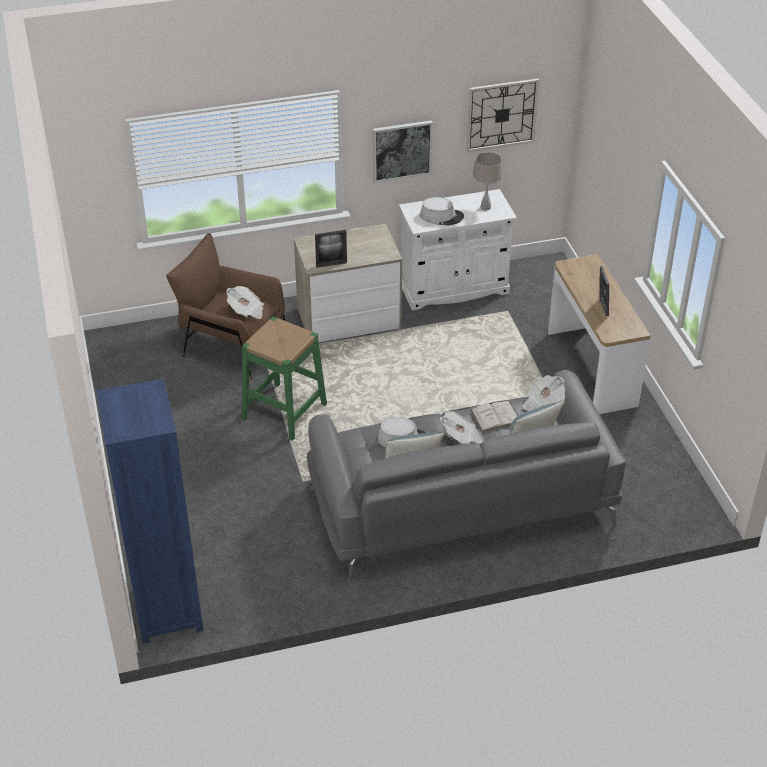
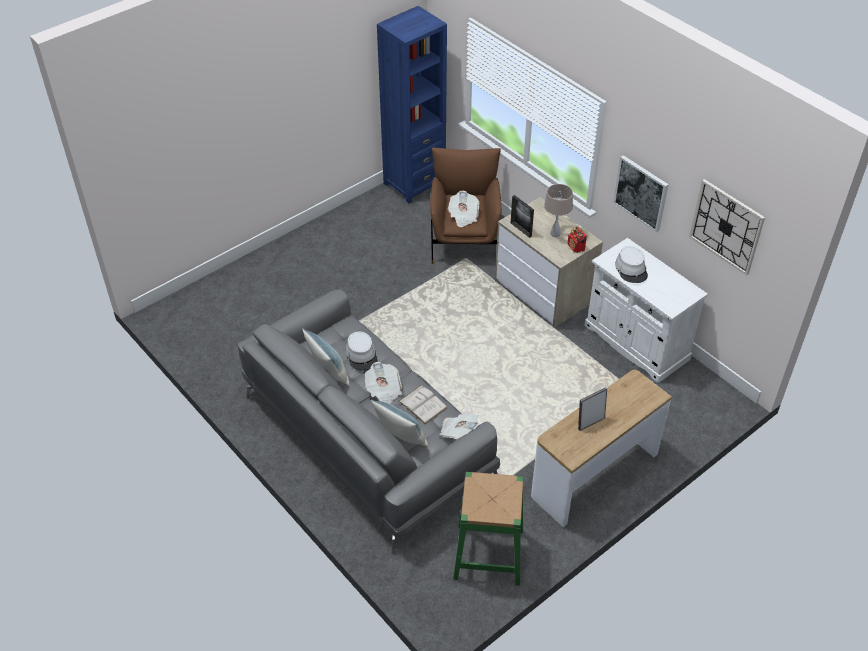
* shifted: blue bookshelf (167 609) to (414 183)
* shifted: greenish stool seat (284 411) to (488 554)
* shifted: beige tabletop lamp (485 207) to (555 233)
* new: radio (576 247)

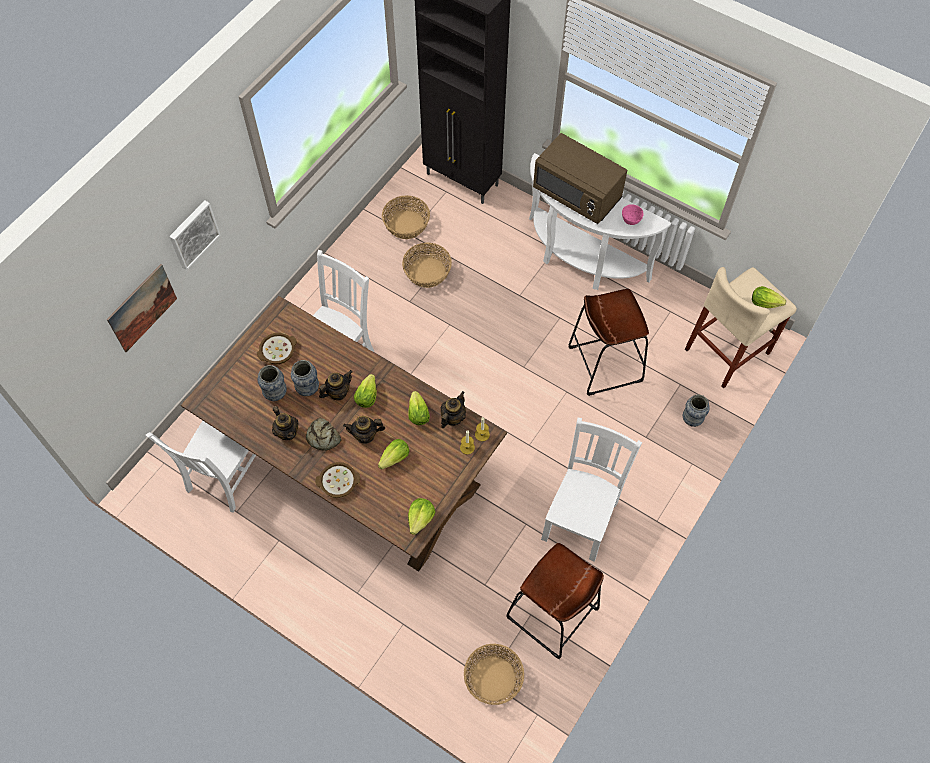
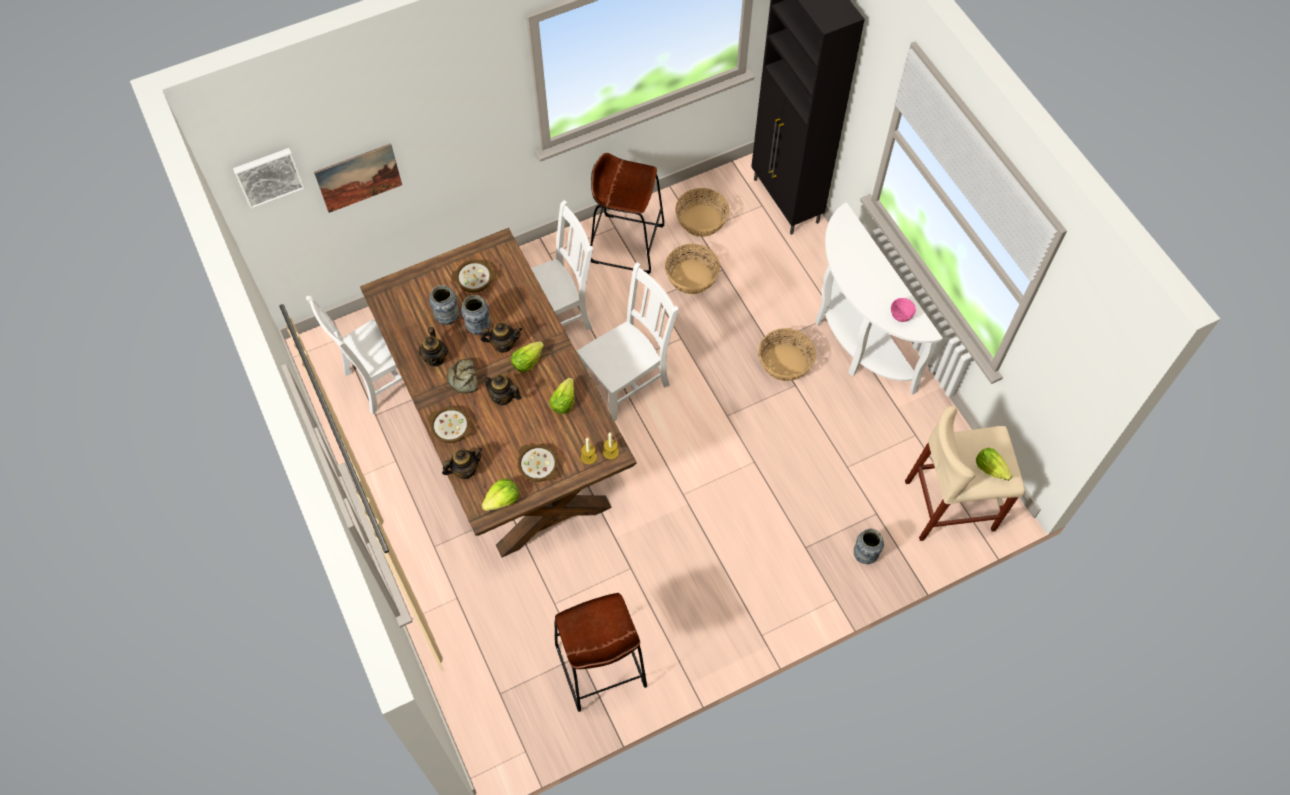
* shifted: wall picture (193 234) to (268 176)
* shifted: pot for tea (452 418) to (464 470)
* new: deep dish (538 465)
* shifted: white-coloured plain chair (581 518) to (627 381)
* shifted: brown-coloured stool seat (604 364) to (627 243)
* shifted: basket (493 678) to (785 362)
* gone: lettuce head (395 458)
* gone: brown-coloured microwave oven (577 194)

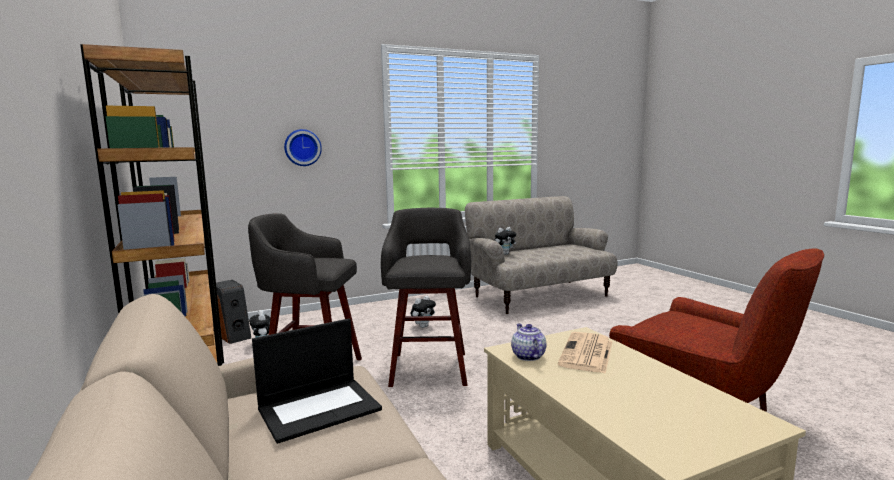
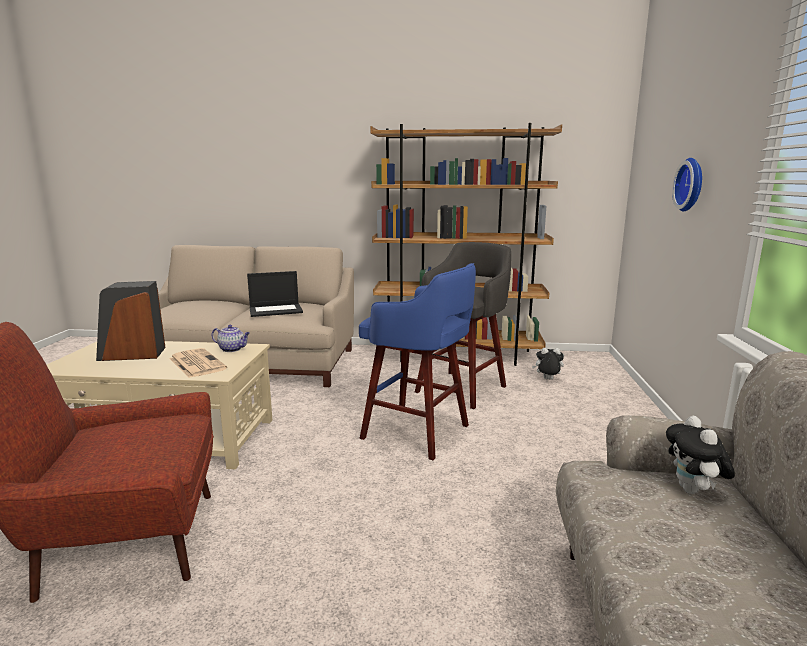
* shifted: audio speaker (233 335) to (132 354)
* rotated: notebook computer (320 408) = (276 310) 105 degrees counterclockwise
* repainted: gray stool seat (429 367) to blue stool seat (419 433)
* gone: cuddly toy (423 326)

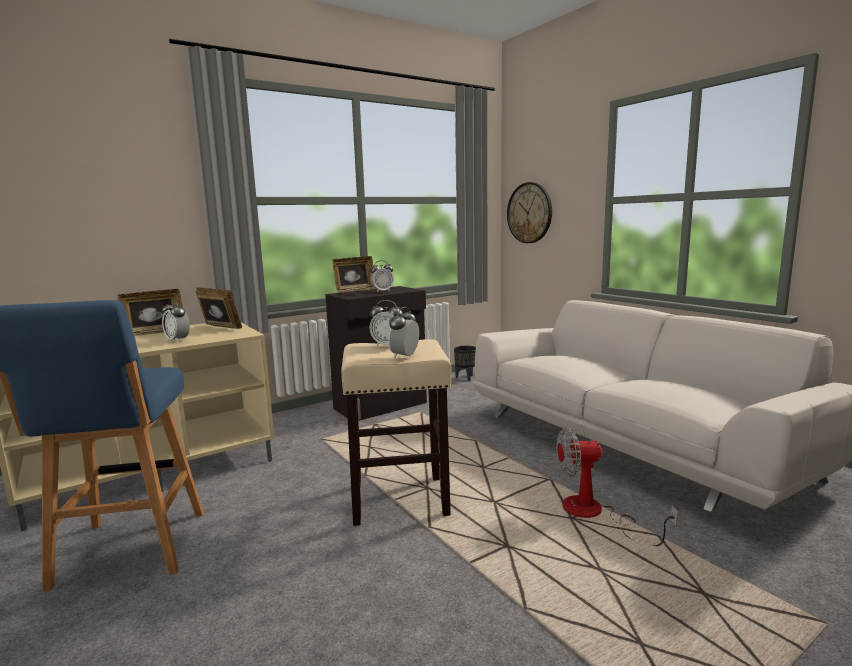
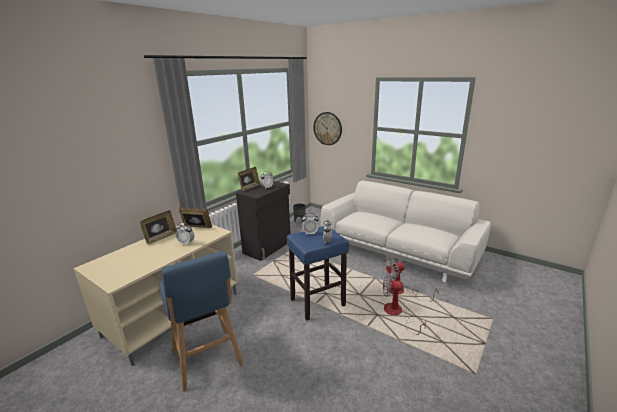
* repainted: beige stool seat (400 500) to blue stool seat (318 302)
* new: cooling fan (397 314)

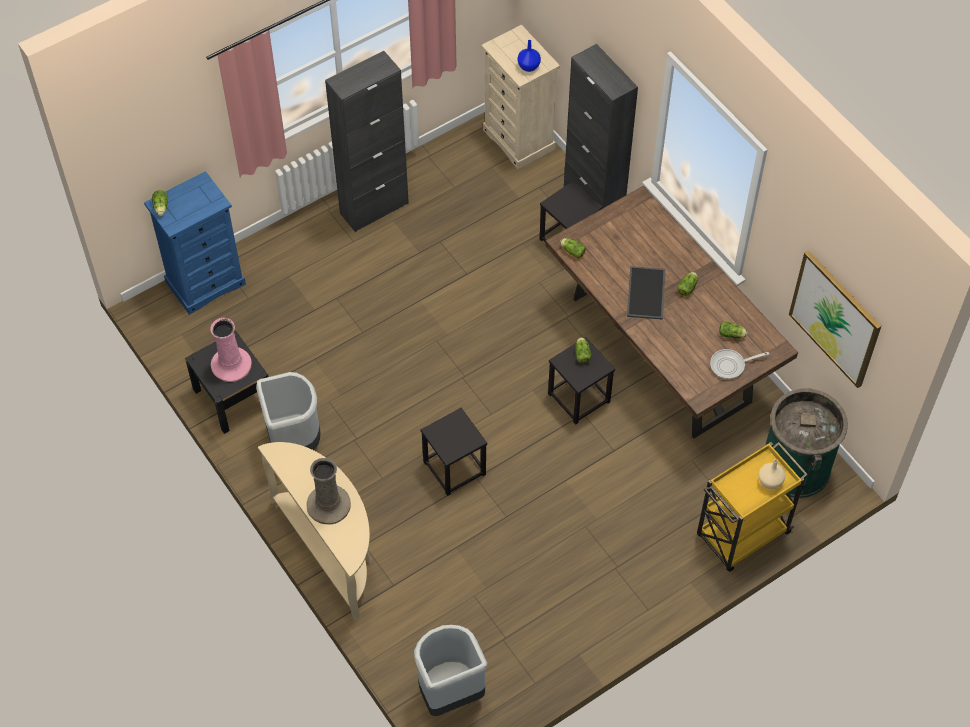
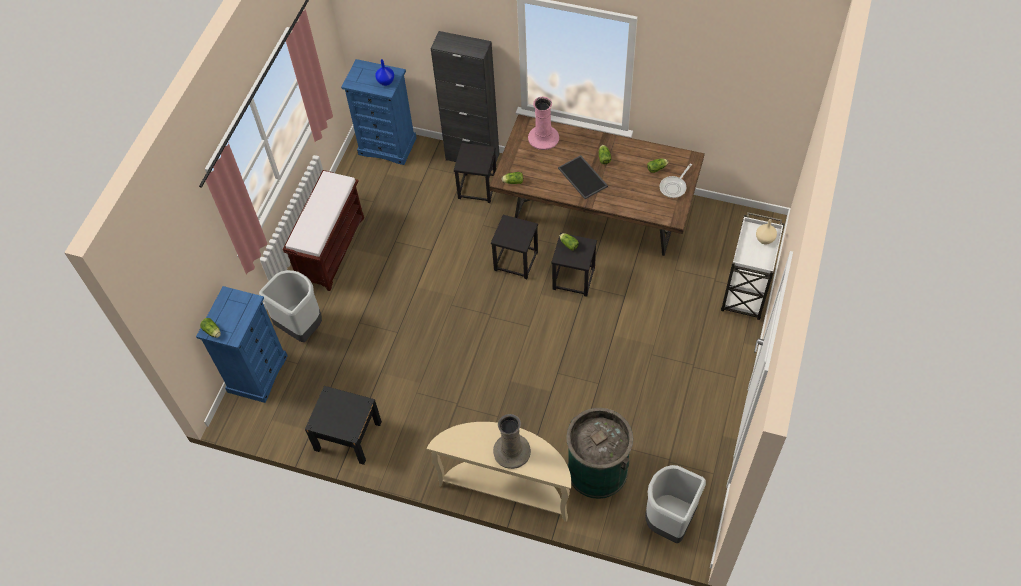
* shifted: gray trash can (294 443) to (301 327)
* swapped: black-coloured cupboard (374 208) to brown-coloured long seat (331 248)
* repainted: beige dresser (519 139) to blue dresser (387 146)
* shifted: black-coloured stool seat (454 468) to (515 261)
* shifted: pink-coloured vase (231 365) to (543 138)
* shifted: greenish trash can (795 467) to (597 470)
* repainted: yellow wheeled cart (741 535) to white-coloured wheeled cart (745 293)
* gone: wall picture (835 318)

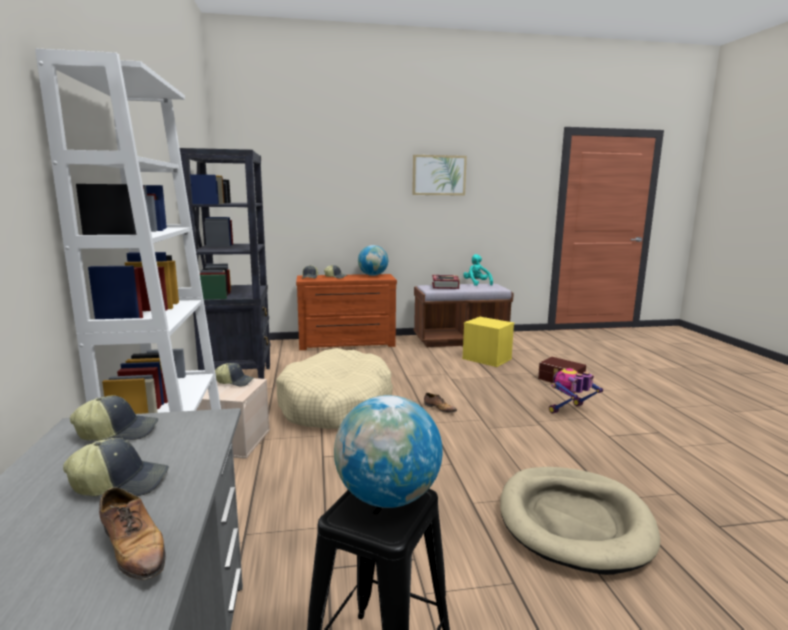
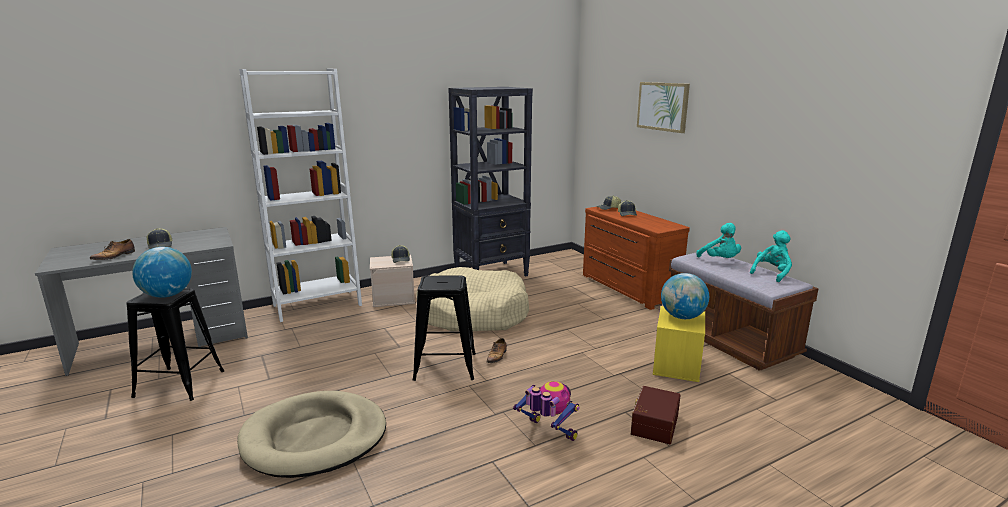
* new: black-coloured stool seat (445 366)
* shifted: wall picture (439 175) to (663 106)
* shifted: globe (373 275) to (682 317)
* swapped: bound book (445 286) to turquoise cuddly toy (720 260)
* gone: peaked cap (118 432)

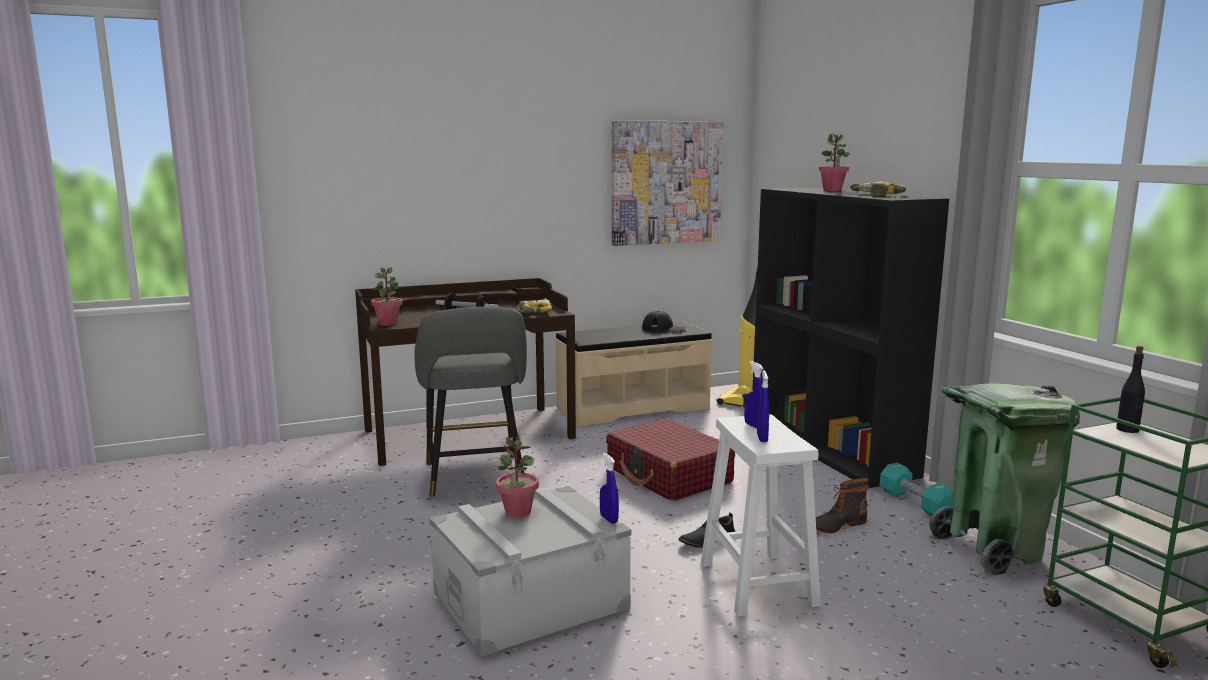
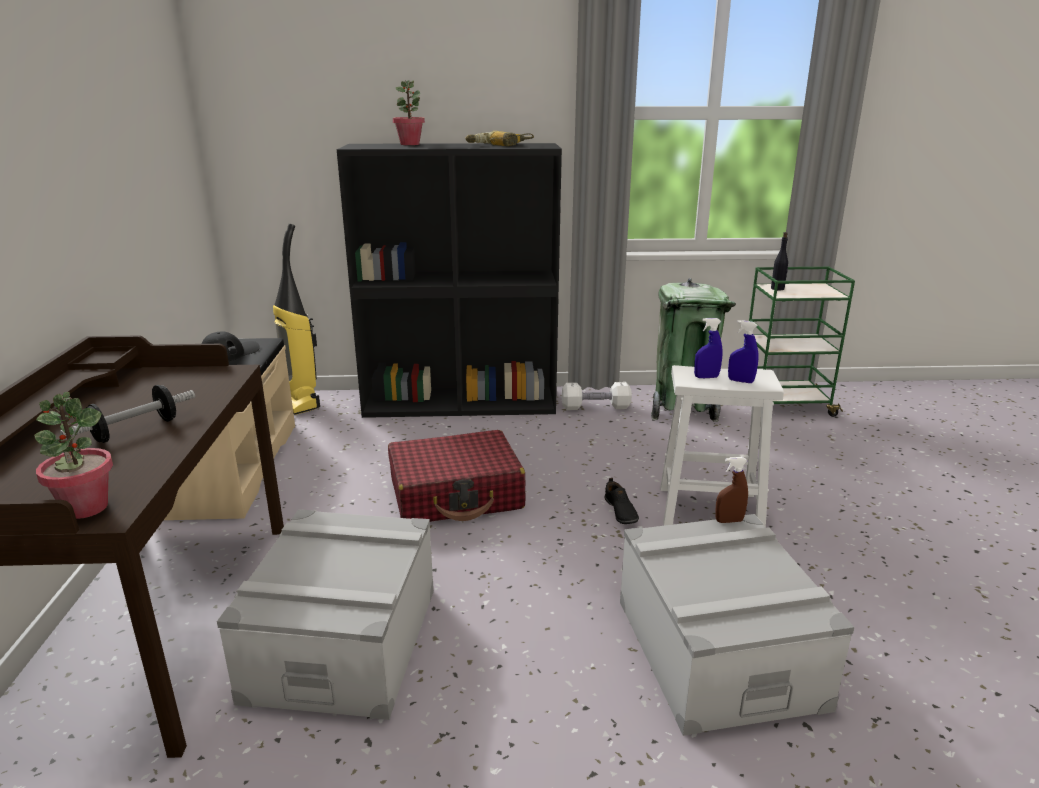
* swapped: gray stool seat (475 478) to gray storage box (344 642)
* repainted: turquoise free weight (915 504) to white-coloured free weight (595 407)
* repainted: blue sprayer (609 519) to brown-coloured sprayer (729 521)
* gone: plant in a pot (517 512)
* gone: power drill (534 311)
* gone: wall picture (666 182)
* gone: tall boot (836 525)

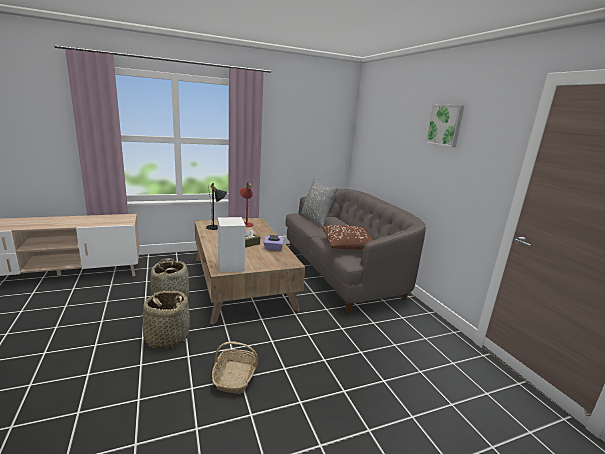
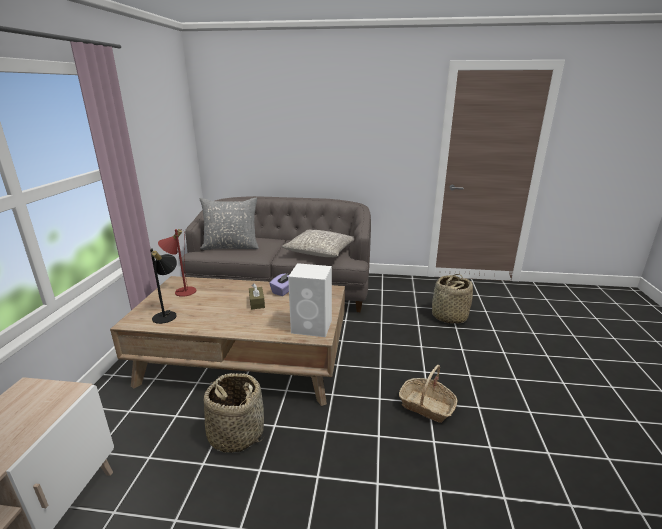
* repainted: brown-coloured pillow (348 245) to gray pillow (320 251)
* shifted: basket (167 337) to (449 316)
* gone: wall picture (445 125)

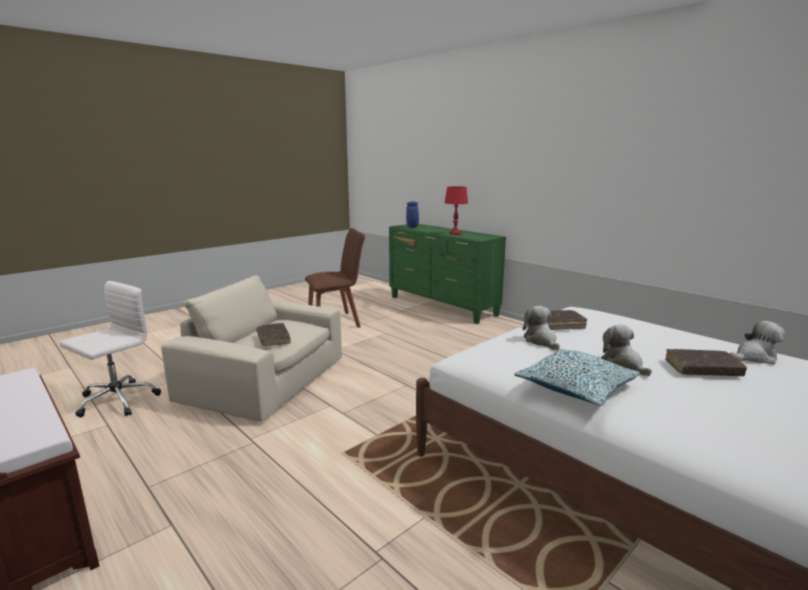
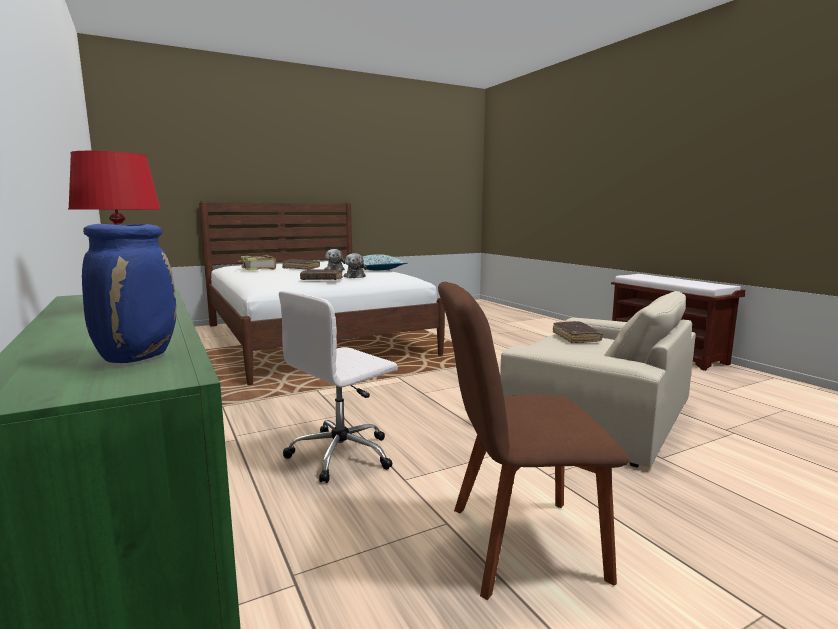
* swapped: cuddly toy (754 357) to bound book (258 269)
* shifted: white-coloured office chair (116 401) to (343 454)

